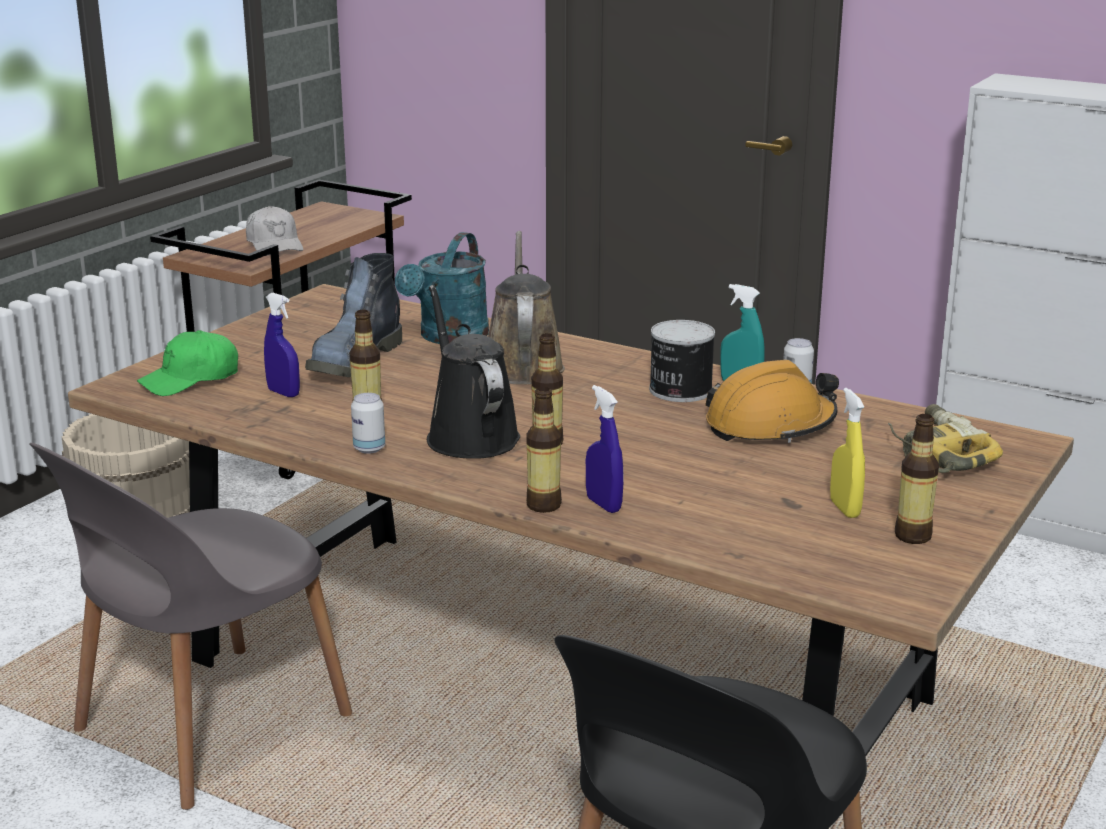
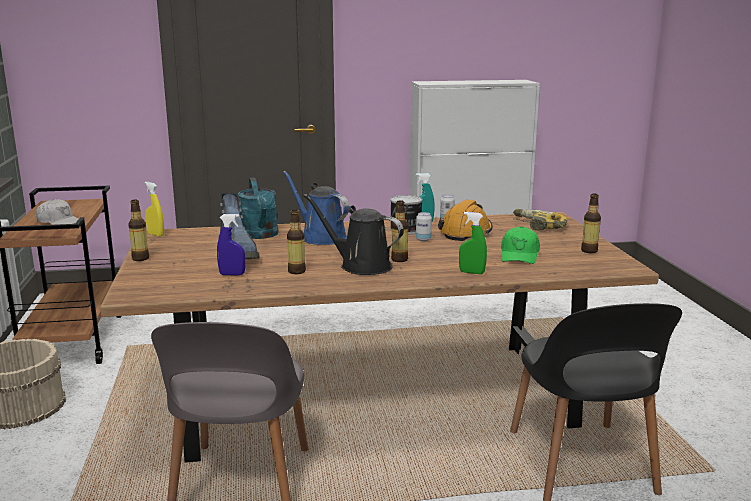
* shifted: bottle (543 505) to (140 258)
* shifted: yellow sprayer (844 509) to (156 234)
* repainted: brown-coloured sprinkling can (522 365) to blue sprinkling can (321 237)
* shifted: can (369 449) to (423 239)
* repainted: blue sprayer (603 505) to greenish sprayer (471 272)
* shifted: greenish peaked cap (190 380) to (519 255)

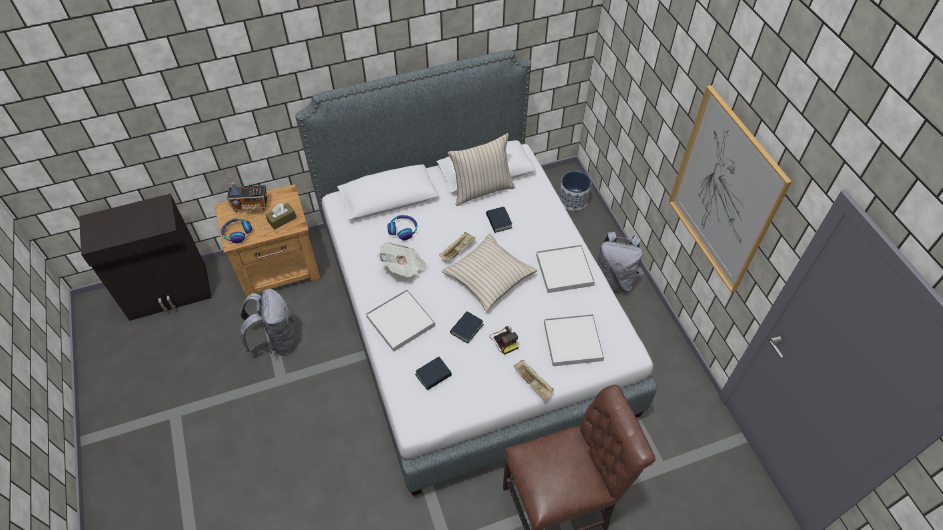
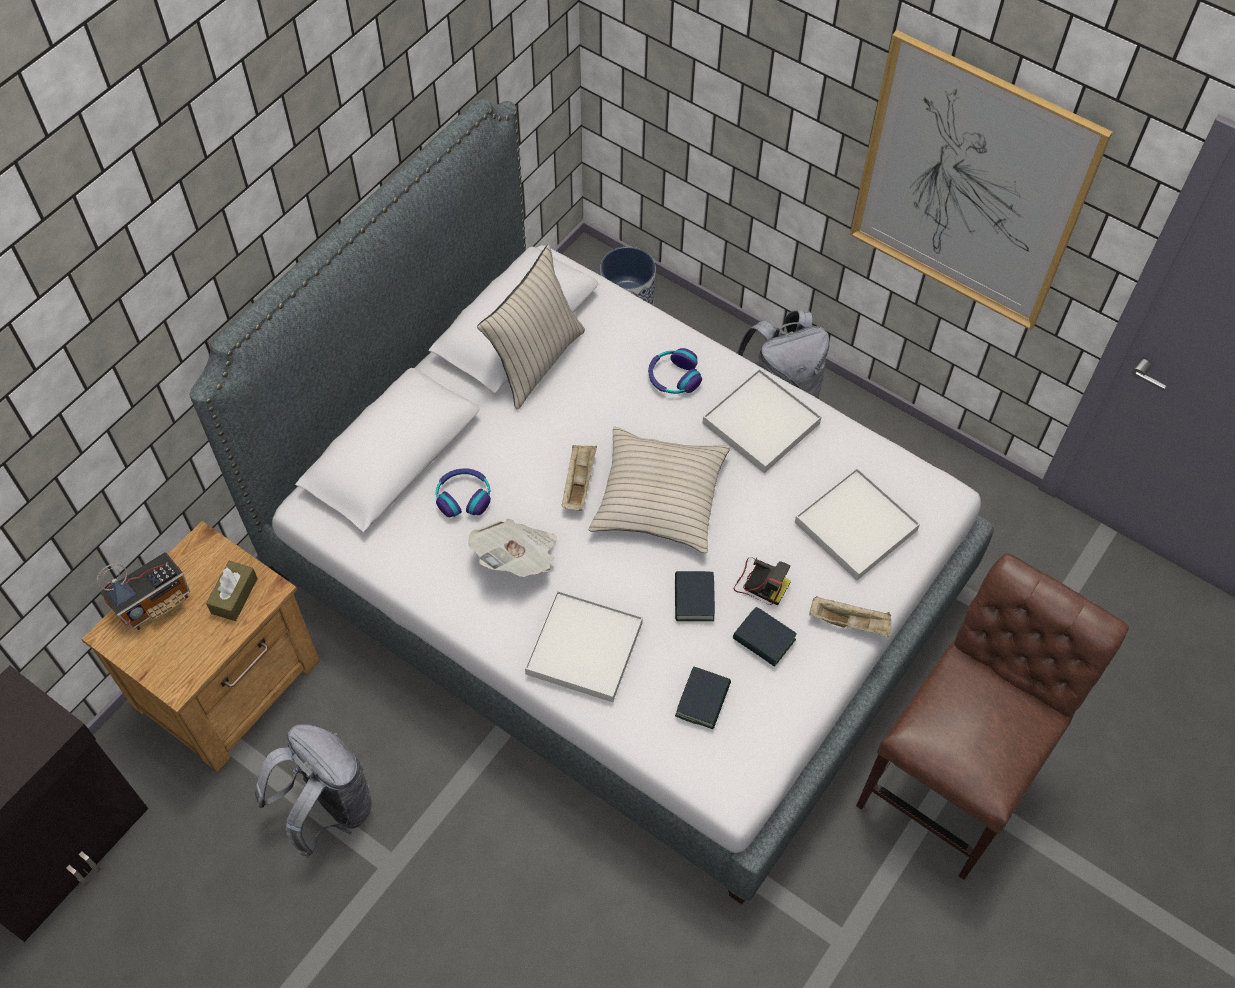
* shifted: headset (237 233) to (673 377)
* shifted: bound book (498 221) to (764 640)

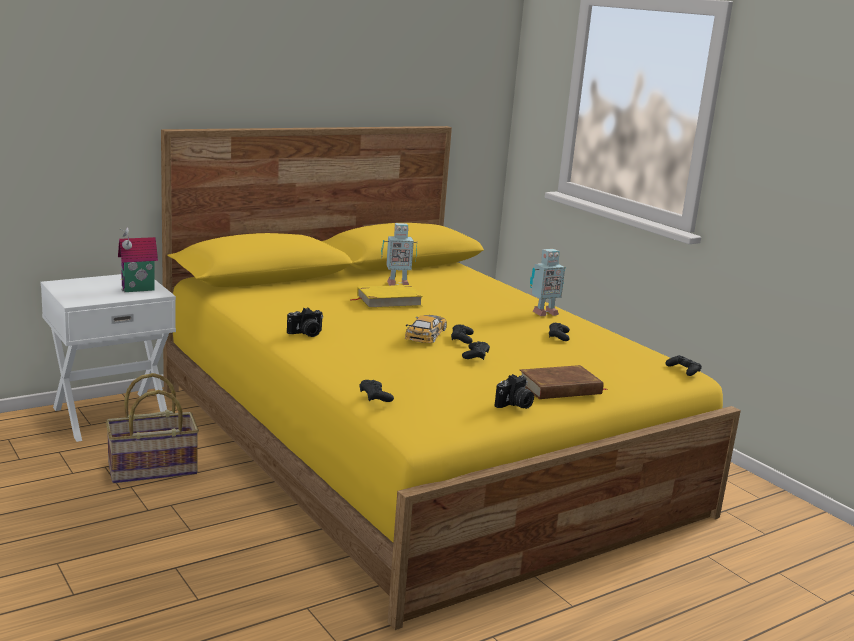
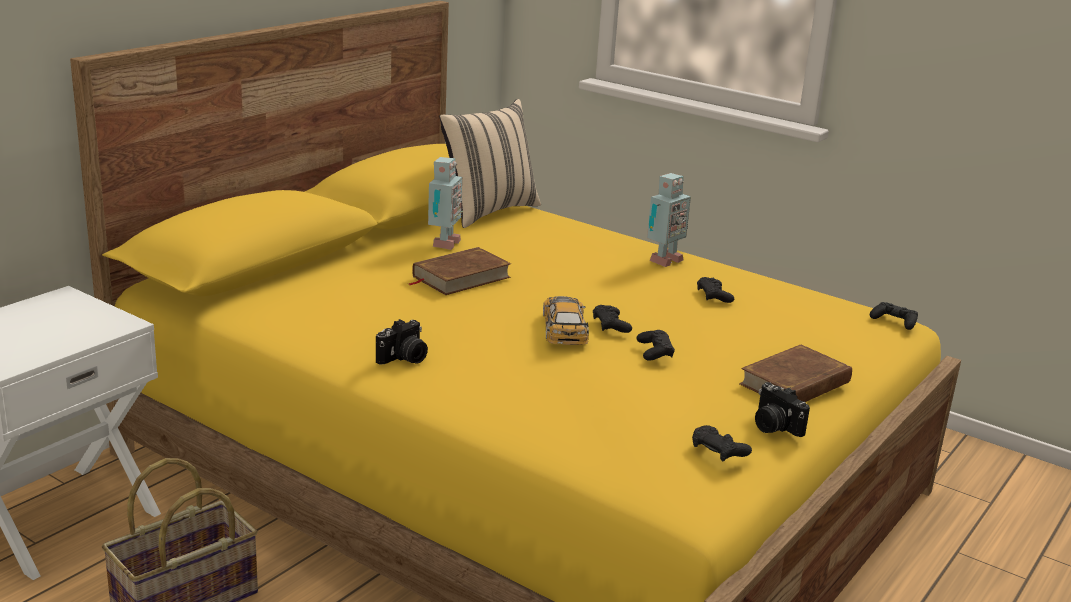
* repainted: yellow bound book (388 301) to brown-coloured bound book (460 277)
* rotated: robot figure (397 284) = (443 244) 45 degrees counterclockwise
* new: beige pillow (488 211)
* shifted: black-coloured game controller (375 396) to (718 449)
* rotated: still camera (515 405) = (773 426) 120 degrees clockwise
* gone: miniature house (138 290)

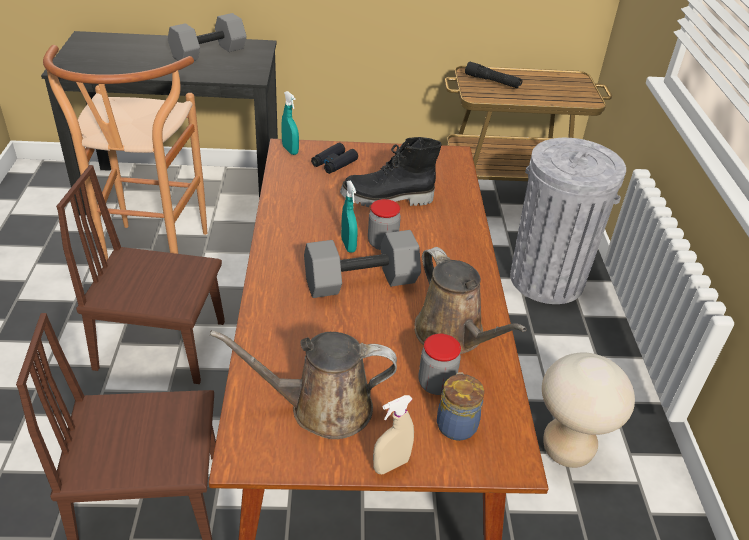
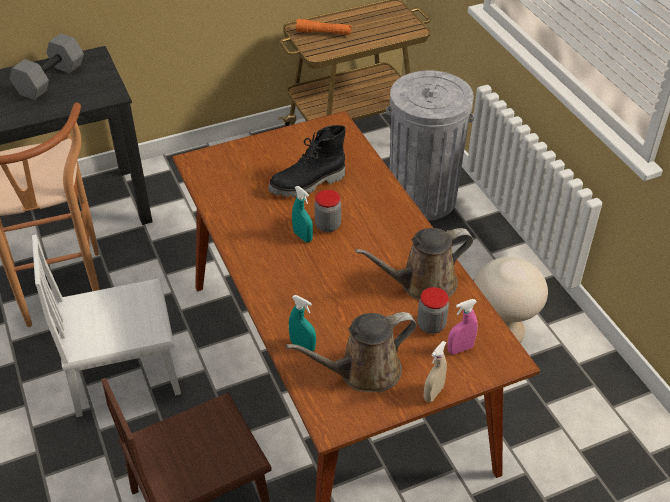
* repainted: brown-coloured plain chair (161 345) to white-coloured plain chair (124 372)
* shifted: turquoise sprayer (290 150) to (302 346)
* repainted: black-coloured flashlight (492 81) to orange-coloured flashlight (323 33)
* rotated: brown-coloured sprinkling can (453 335) = (422 284) 120 degrees clockwise
* swapped: jar (456 424) to pink-coloured sprayer (460 349)
* gone: gray free weight (360 283)
* gone: black-coloured binoculars (334 163)

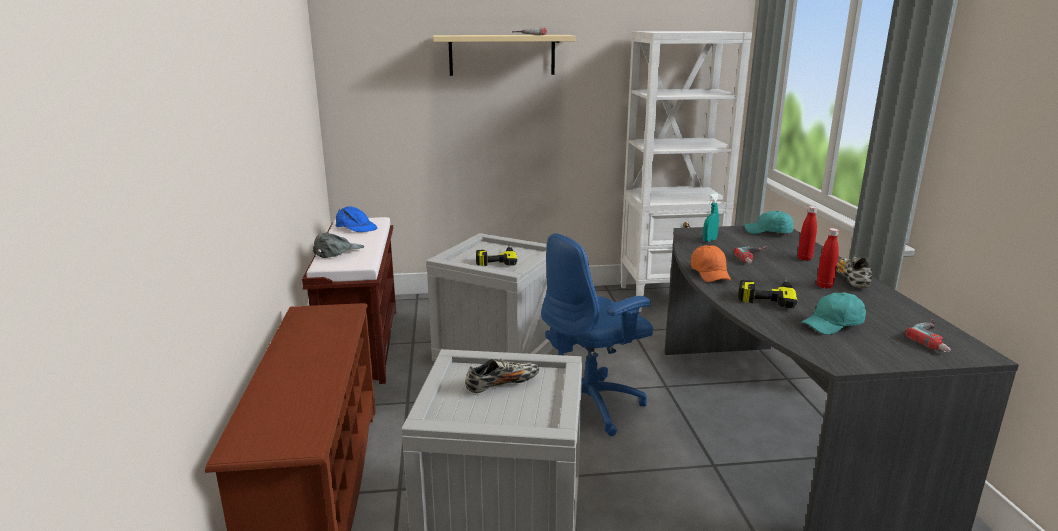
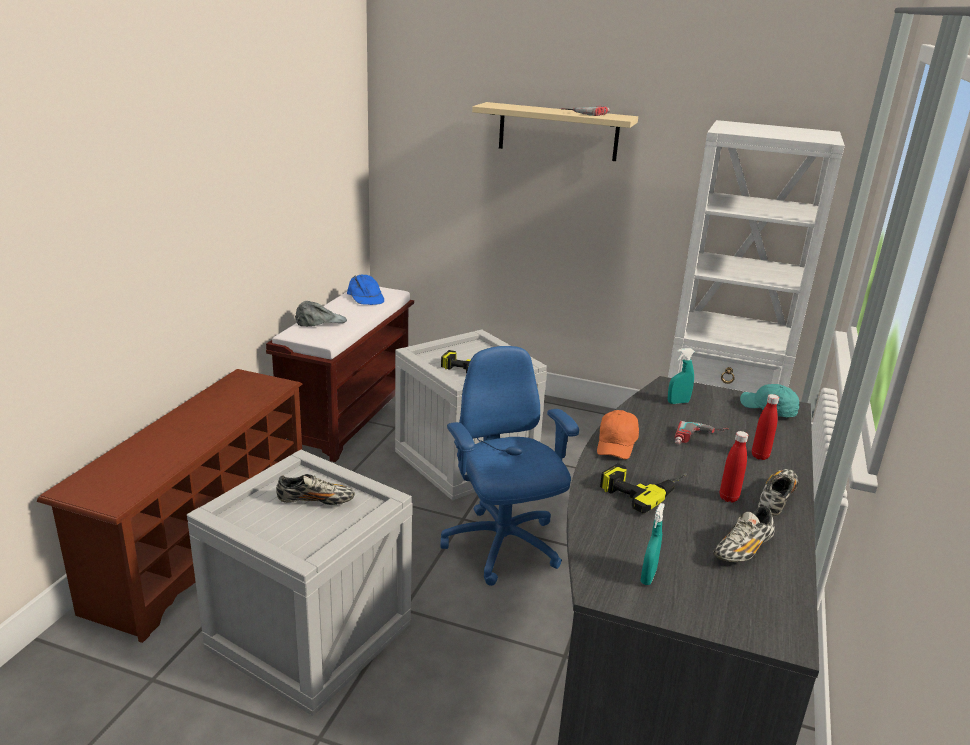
* rotated: blue office chair (591 405) = (502 547) 75 degrees clockwise
* new: turquoise sprayer (648 577)
* new: item of footwear (742 550)
* gone: turquoise peaked cap (833 325)
* gone: power drill (937 339)

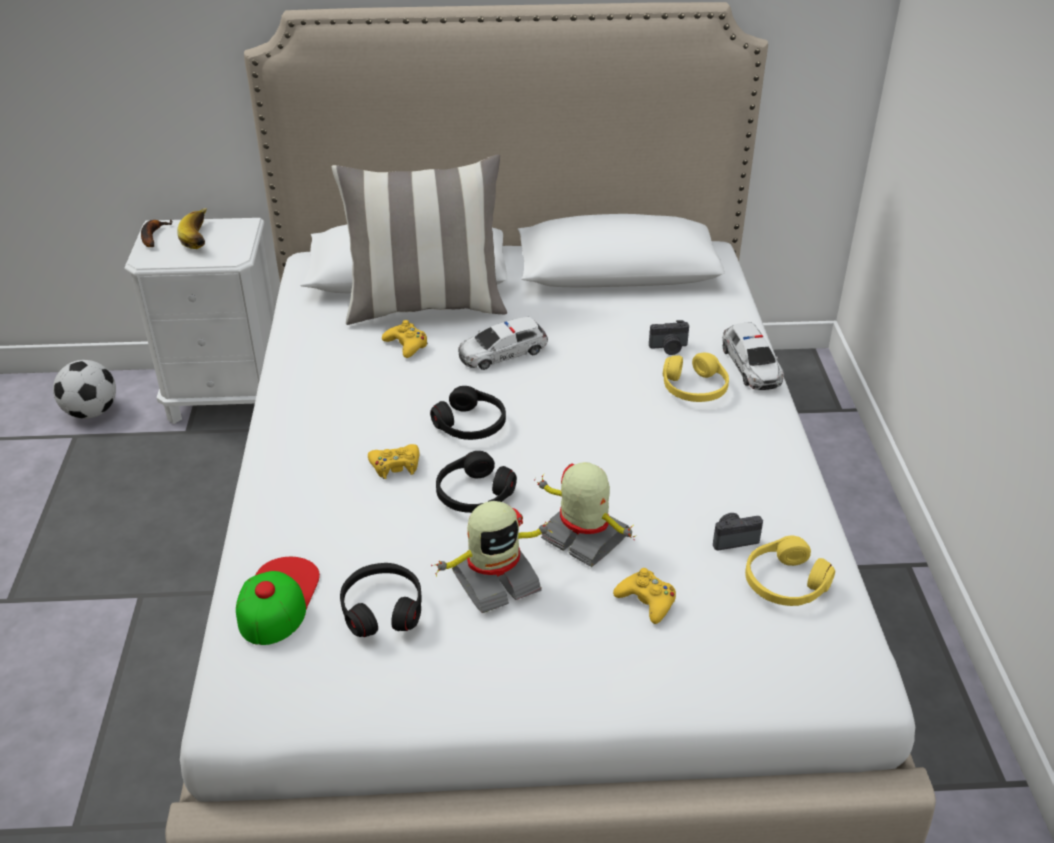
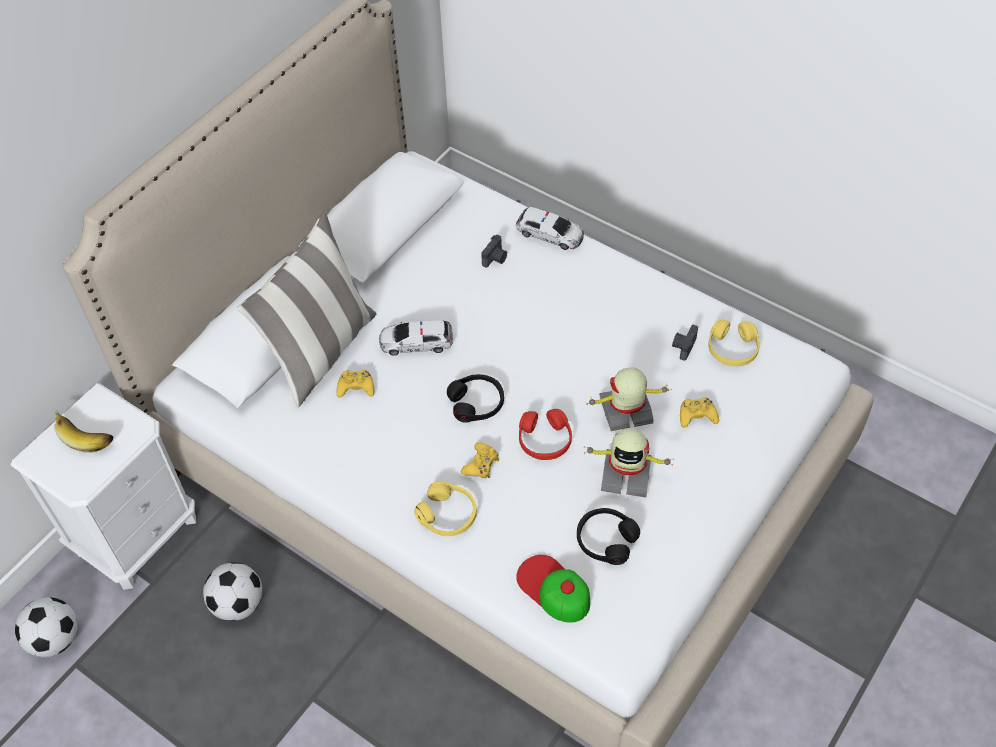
* new: ball for football (238 604)
* rotated: model car (502 352) = (416 342) 75 degrees clockwise
* shifted: yellow headset (694 388) to (448 515)
* repainted: black-coloured headset (474 494) to red headset (545 440)
* rotated: robot figure (495 580) = (626 473) 90 degrees clockwise
* gone: banana fruit (152 236)

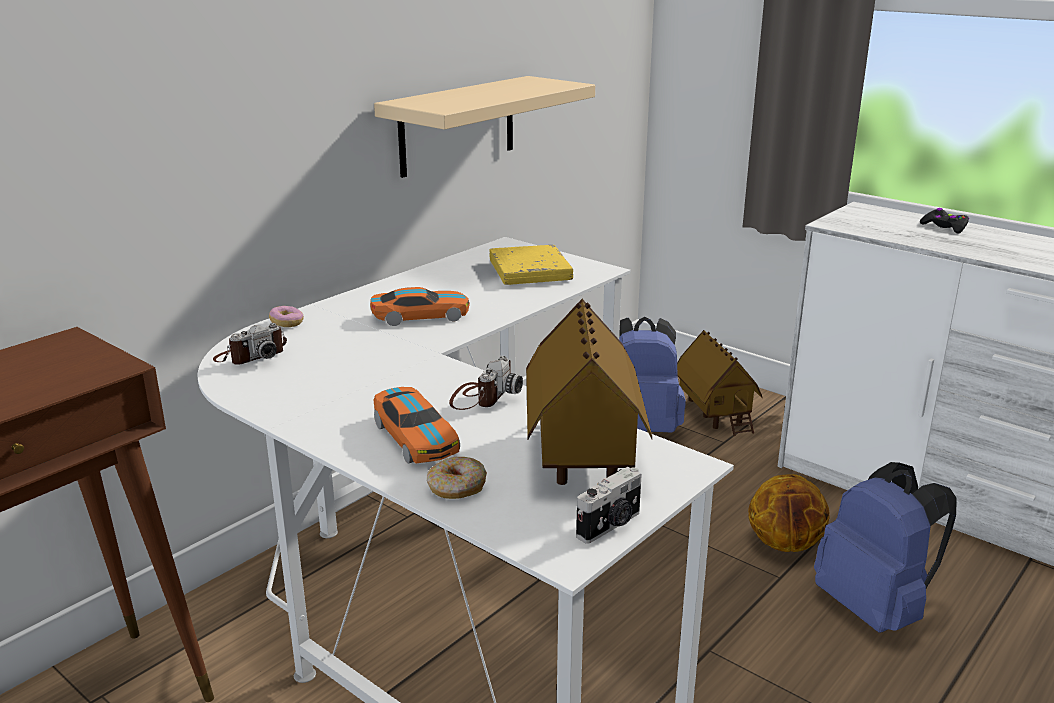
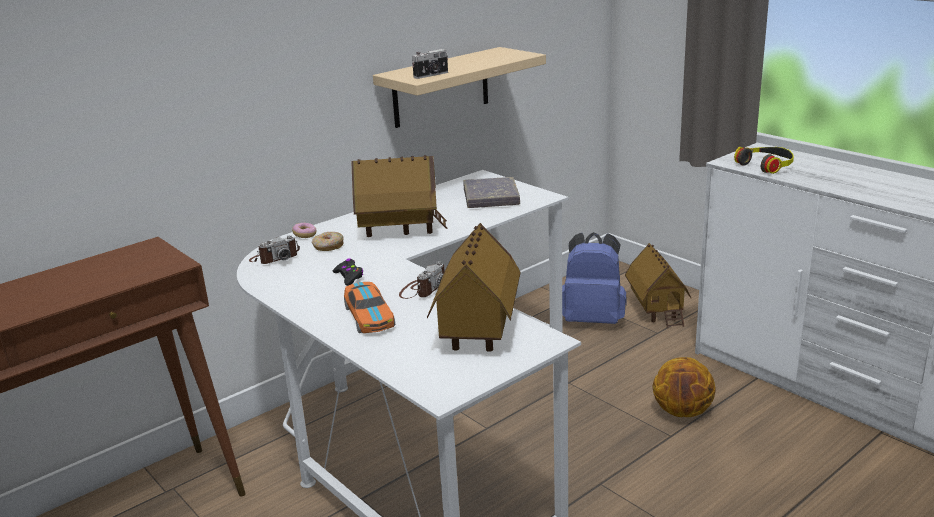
* shifted: donut (456 487) to (328 246)
* shifted: black-coloured game controller (944 227) to (349 277)
* swapped: model car (420 316) to miniature house (399 231)
* shifted: still camera (610 525) to (431 75)
* repainted: yellow bound book (530 271) to gray bound book (491 197)
* new: headset (766 165)
* gone: blue knapsack (874 608)

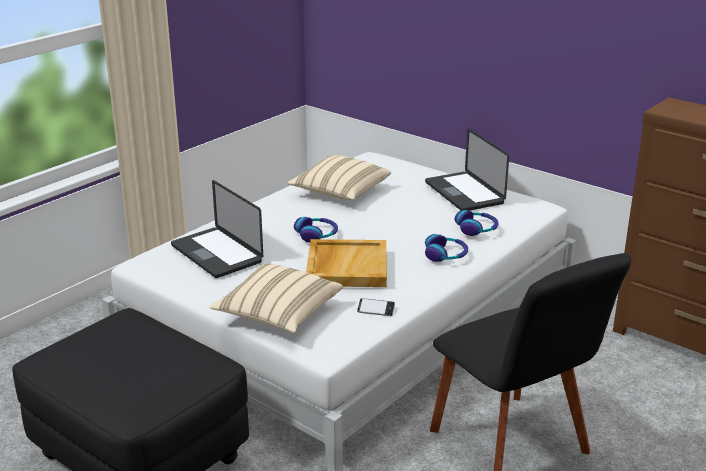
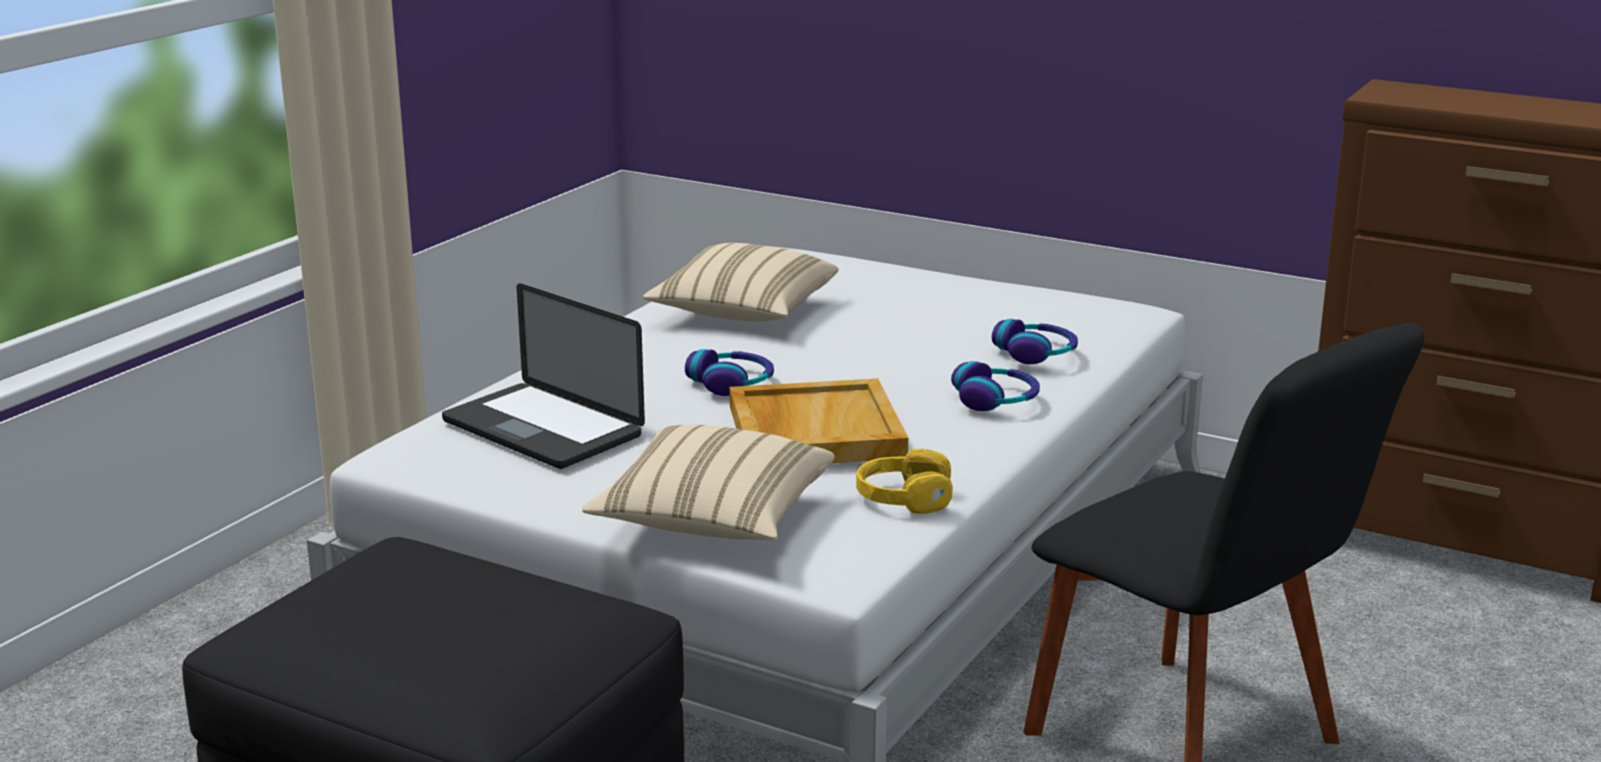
* swapped: handset (376 310) to yellow headset (903 498)
* gone: notebook computer (464 193)

